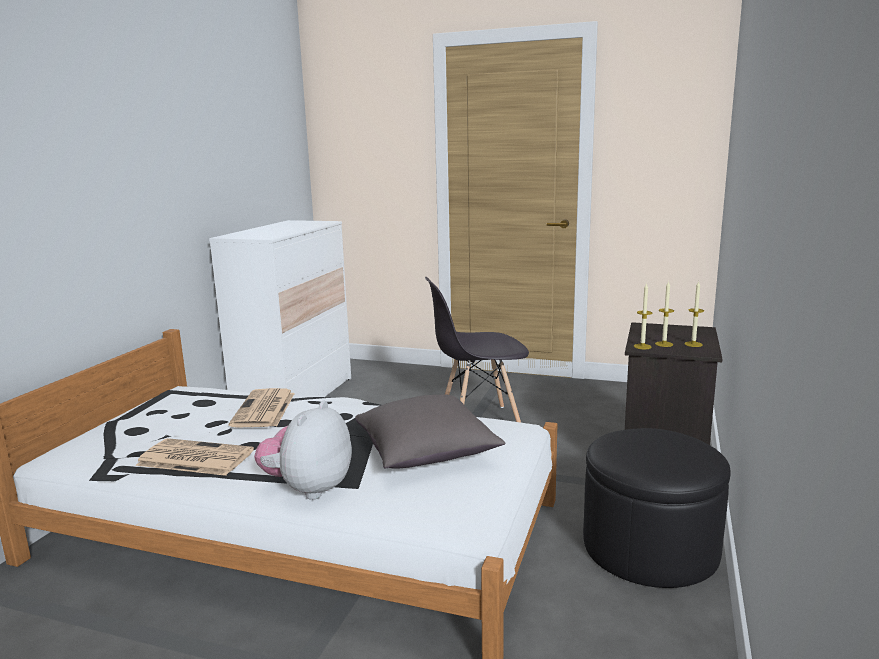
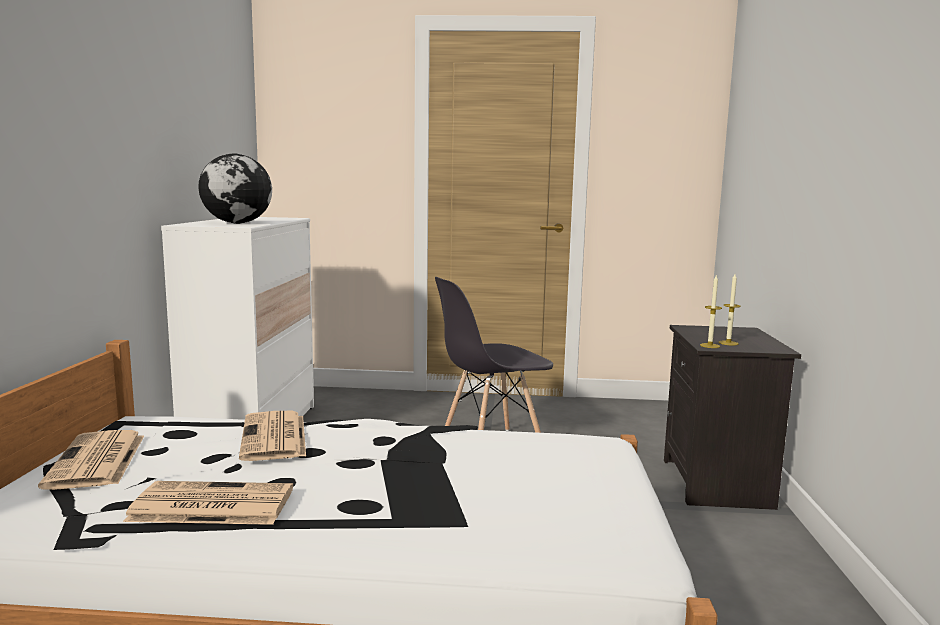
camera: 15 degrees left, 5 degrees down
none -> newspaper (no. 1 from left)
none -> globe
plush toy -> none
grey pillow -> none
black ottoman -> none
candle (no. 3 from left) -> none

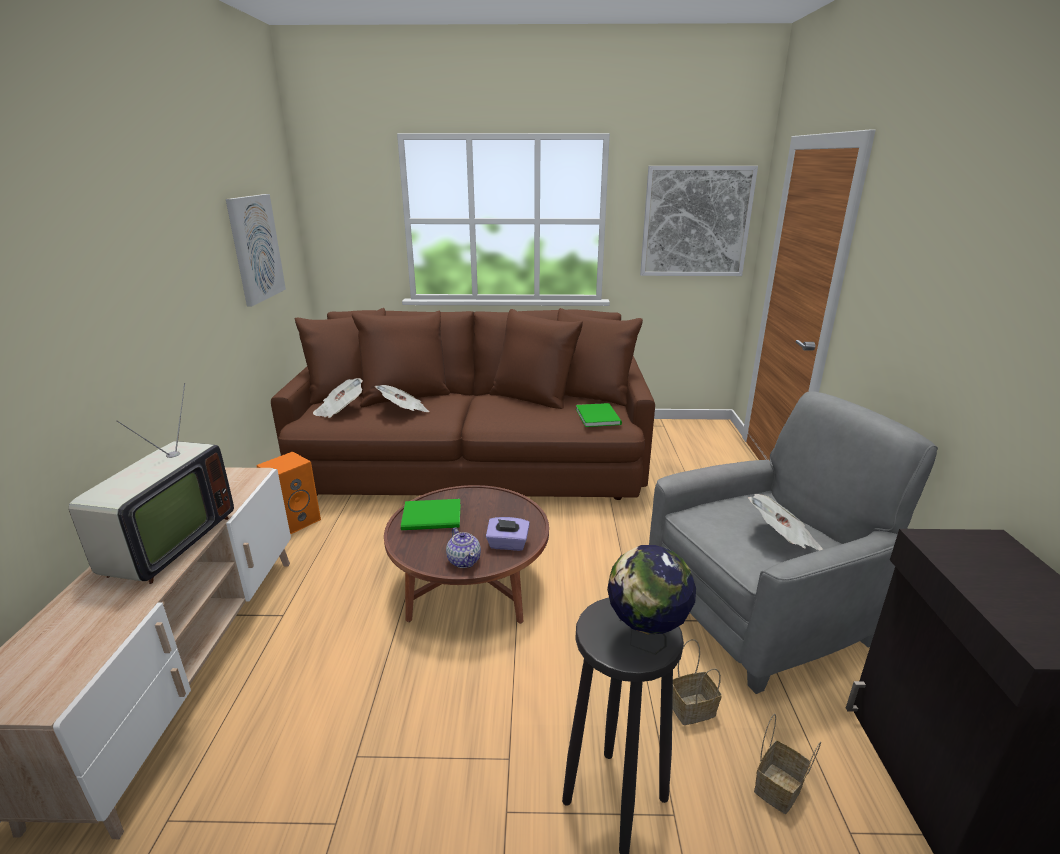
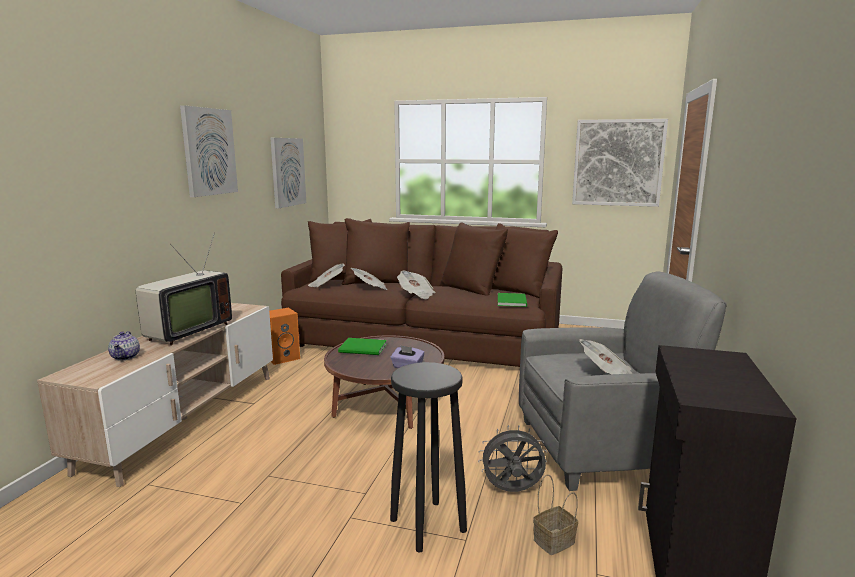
camera: 15 degrees right, 10 degrees down
teapot, shifted
none -> picture (no. 1 from left)
none -> newspaper (no. 3 from left)
basket (no. 1 from left) -> grey fan
globe -> none

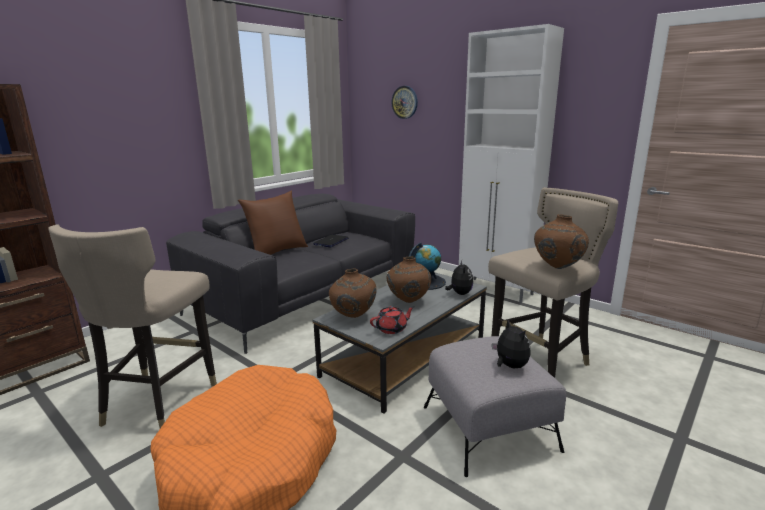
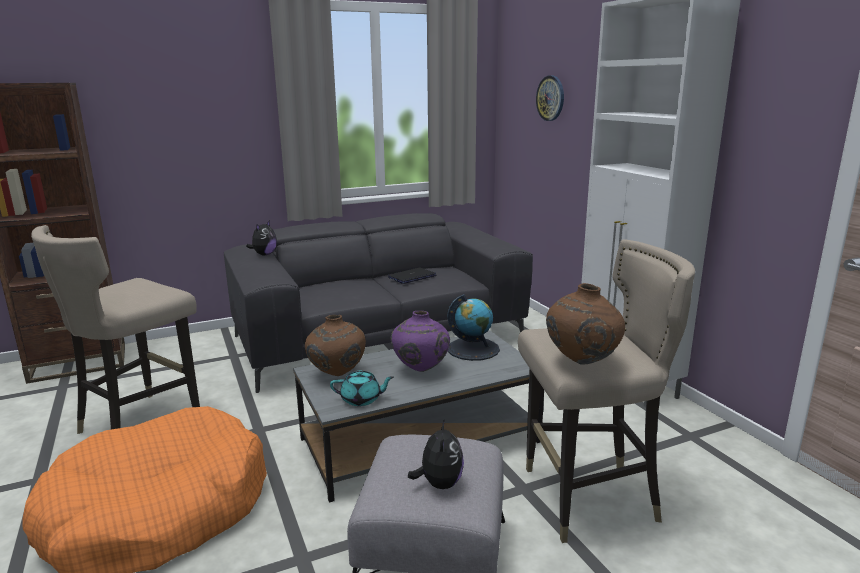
camera: 25 degrees right, 0 degrees up
plush toy (no. 1 from left), shifted
red teapot -> turquoise teapot
brown vase (no. 2 from left) -> purple vase
brown pillow -> none

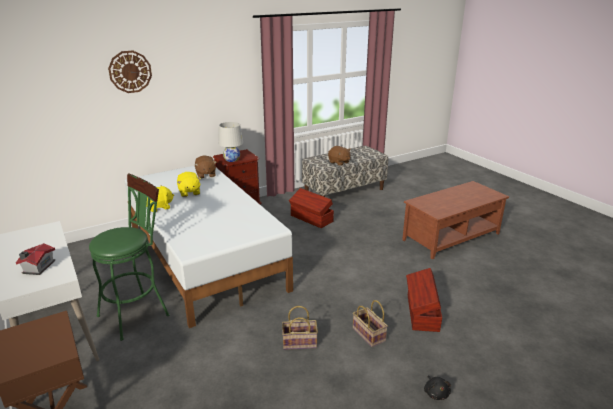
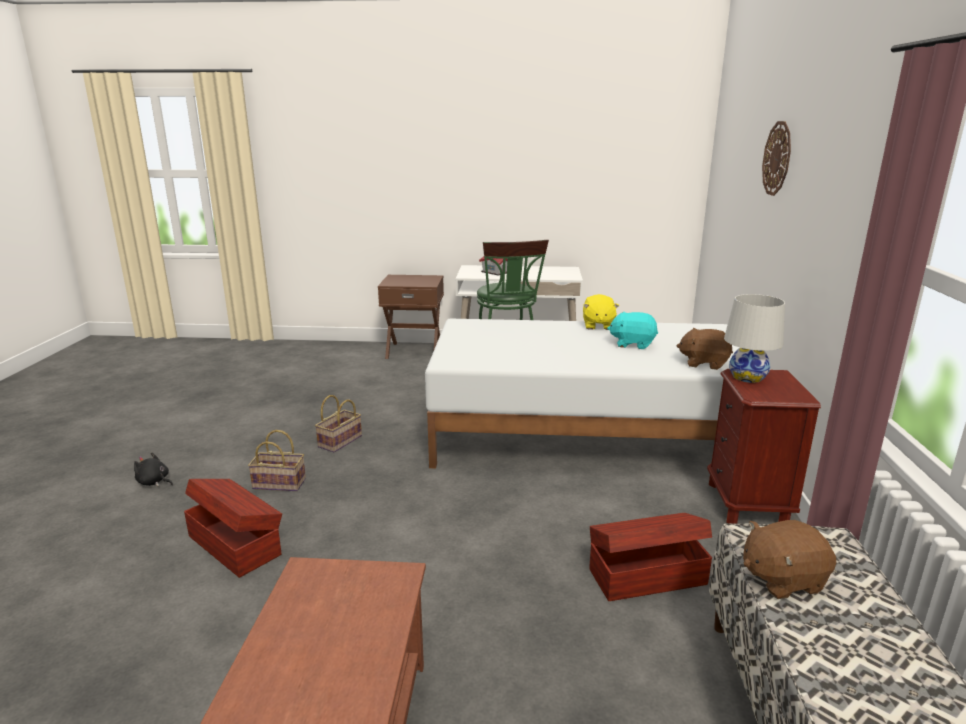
camera: 125 degrees right, 5 degrees down
yellow plush toy (no. 2 from left) -> turquoise plush toy

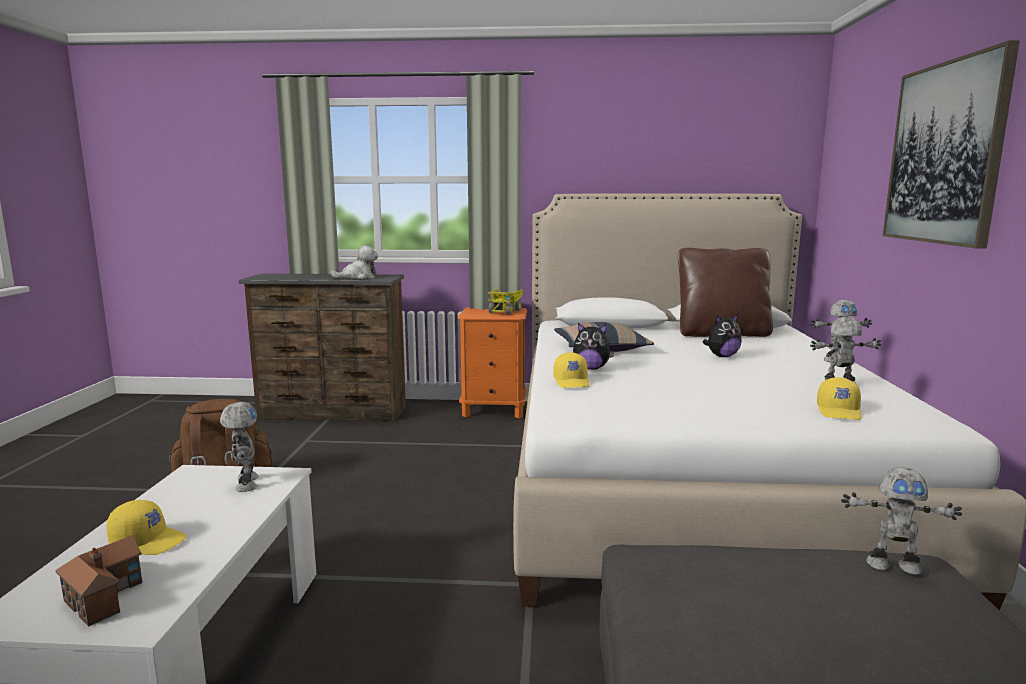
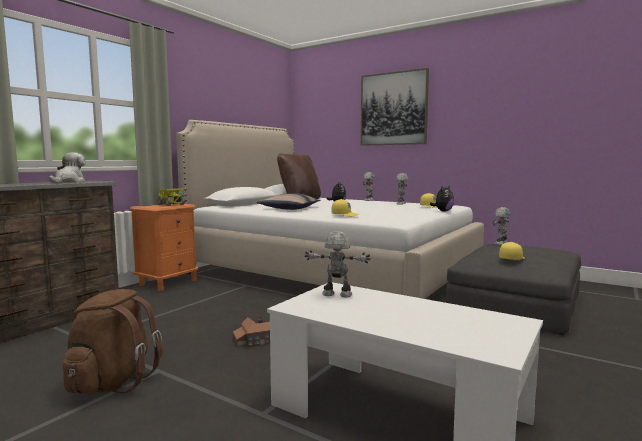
camera: 60 degrees left, 5 degrees down
toy house, shifted
plush toy (no. 2 from left in the first image) -> plush toy (no. 3 from left), shifted
yellow cap (no. 1 from left in the first image) -> yellow cap (no. 3 from left), shifted

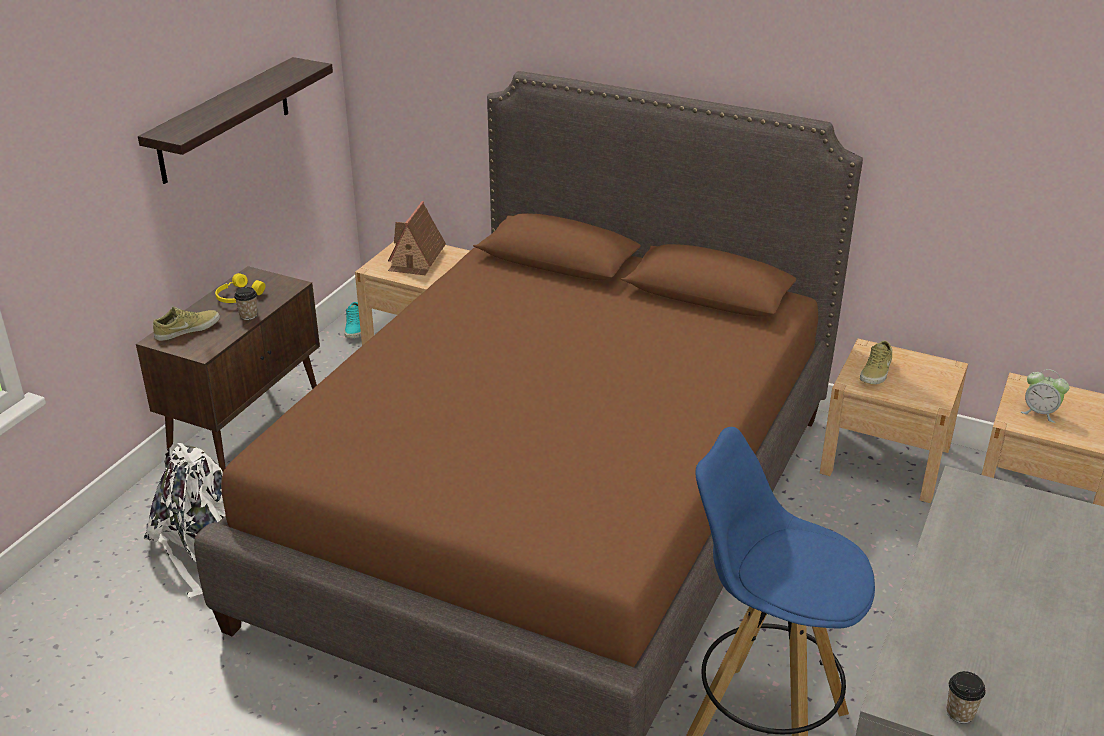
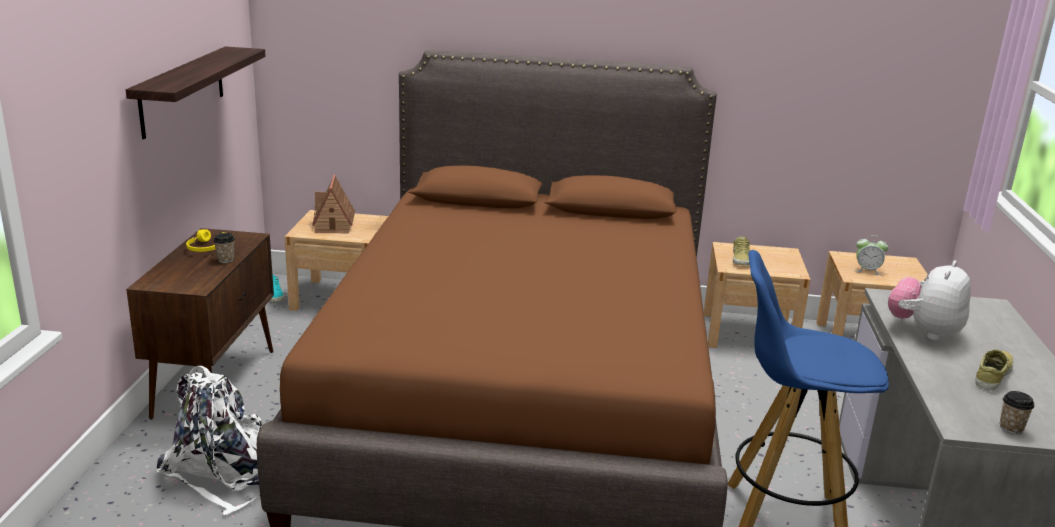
camera: 20 degrees left, 10 degrees down
none -> plush toy
beige shoe (no. 1 from left in the first image) -> beige shoe (no. 2 from left), shifted

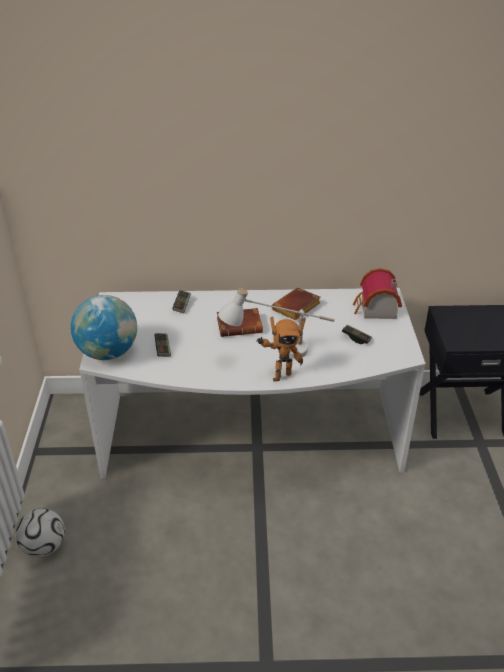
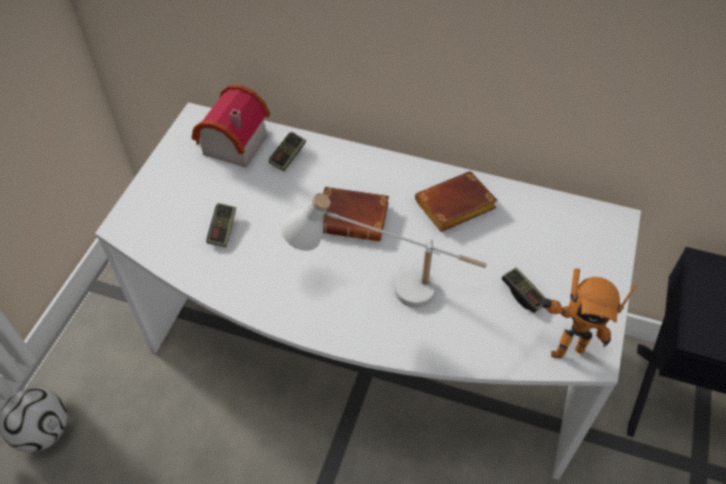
camera: 20 degrees right, 15 degrees up
toy house, shifted
toy robot, shifted
globe -> none

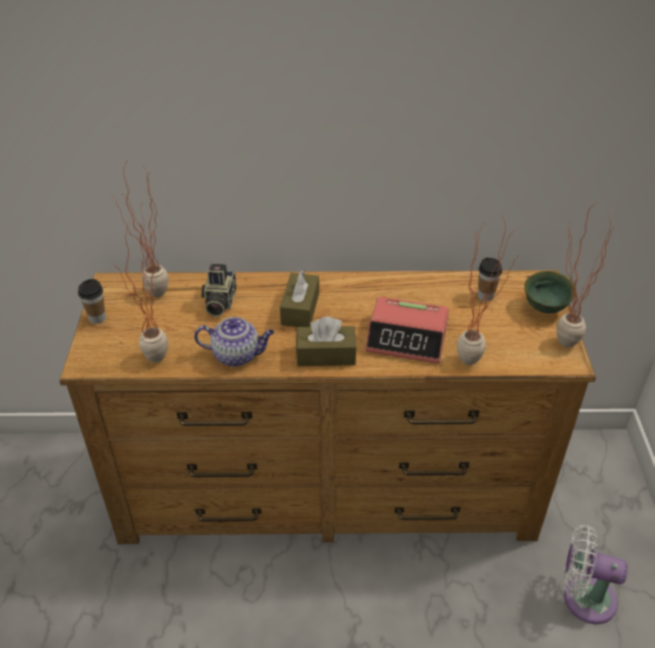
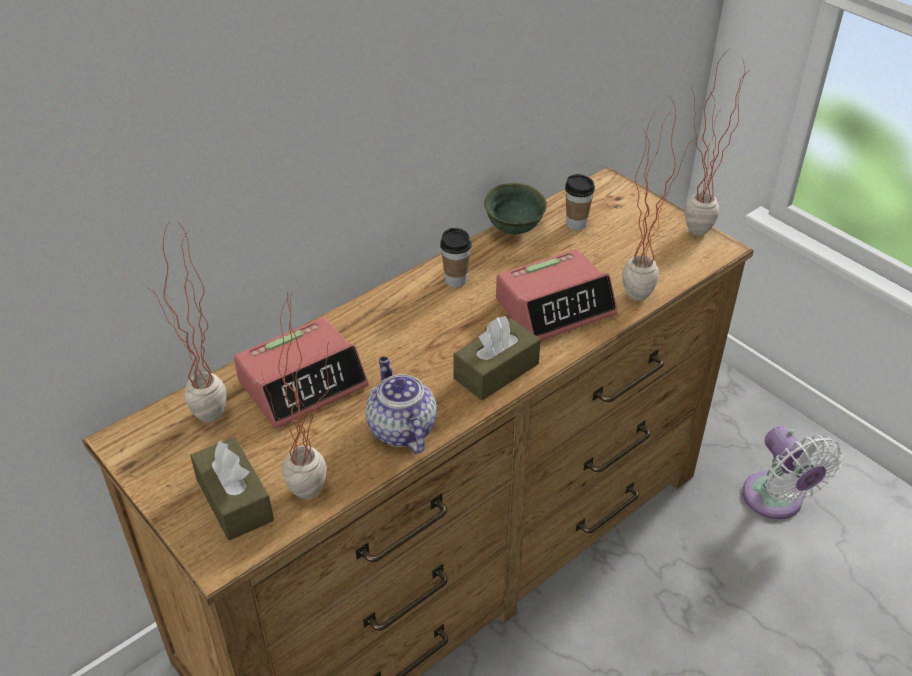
camera: 40 degrees left, 0 degrees up
brown tissue box (no. 1 from left), shifted
photo camera -> alarm clock (no. 1 from left)
teapot, 75 degrees counterclockwise
cup (no. 1 from left), shifted
green bowl, shifted
white fan, 90 degrees counterclockwise

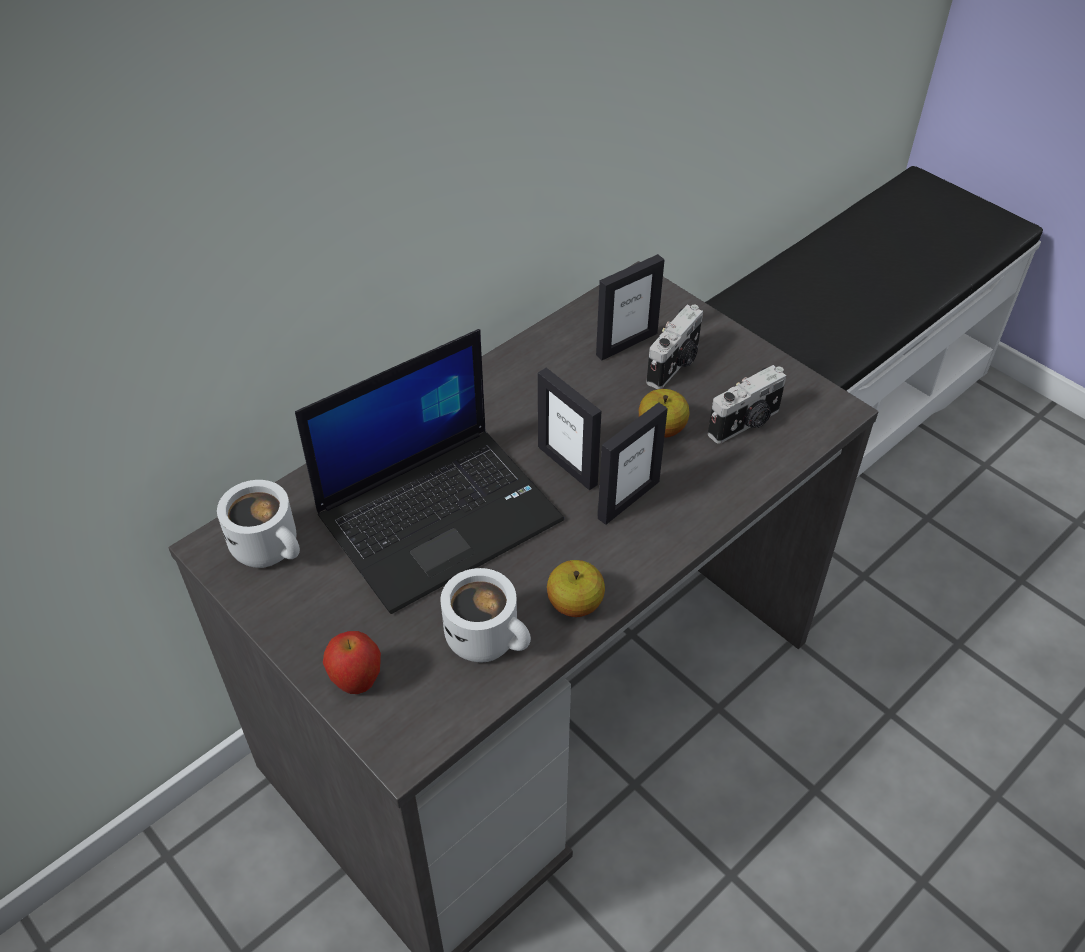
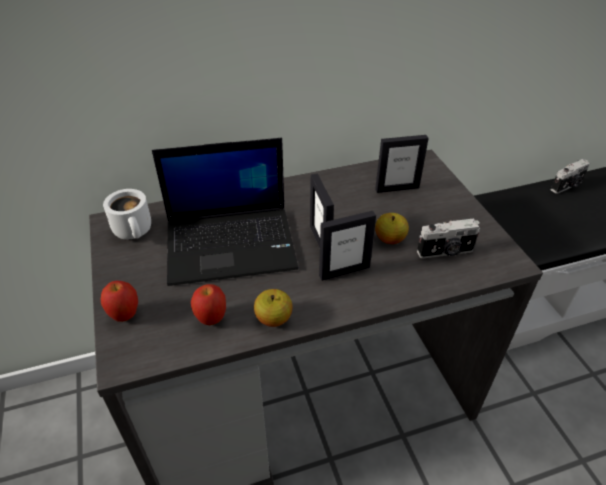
camera: 25 degrees right, 5 degrees down
white mug (no. 2 from left) -> apple (no. 2 from left)
photo camera (no. 1 from left in the first image) -> photo camera (no. 2 from left), shifted

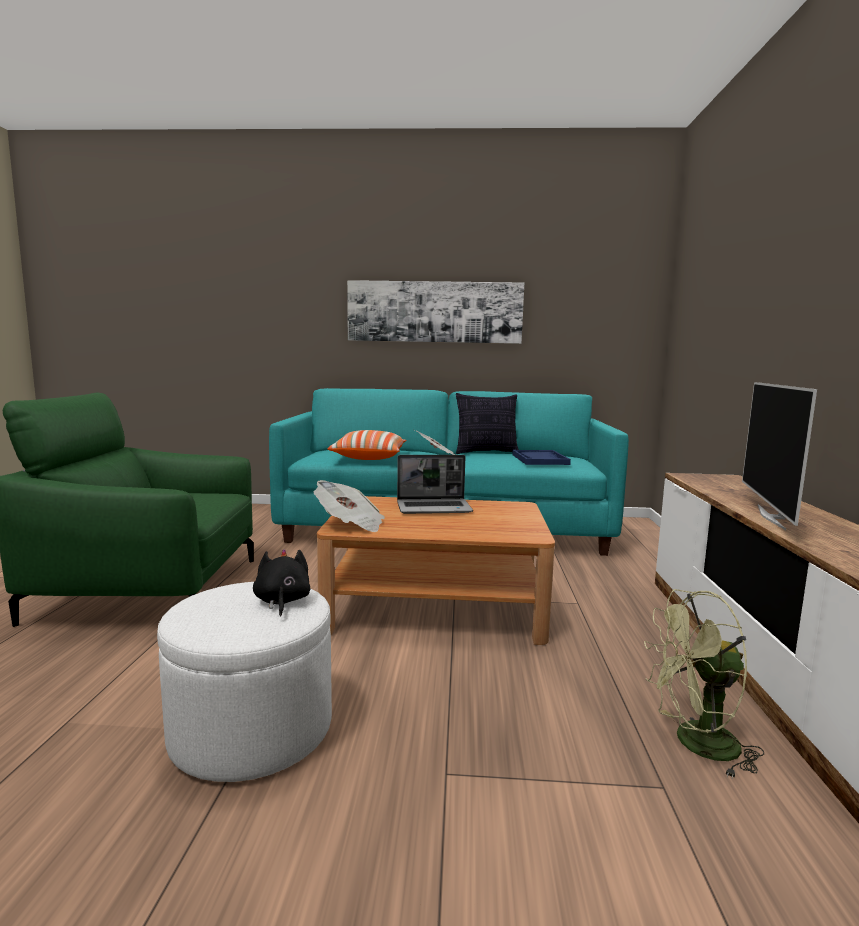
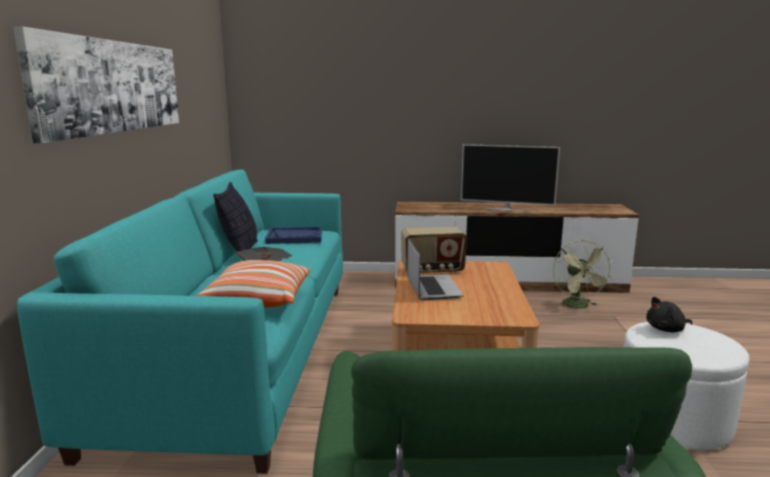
camera: 90 degrees left, 5 degrees up
none -> radio
newspaper (no. 1 from left) -> none

